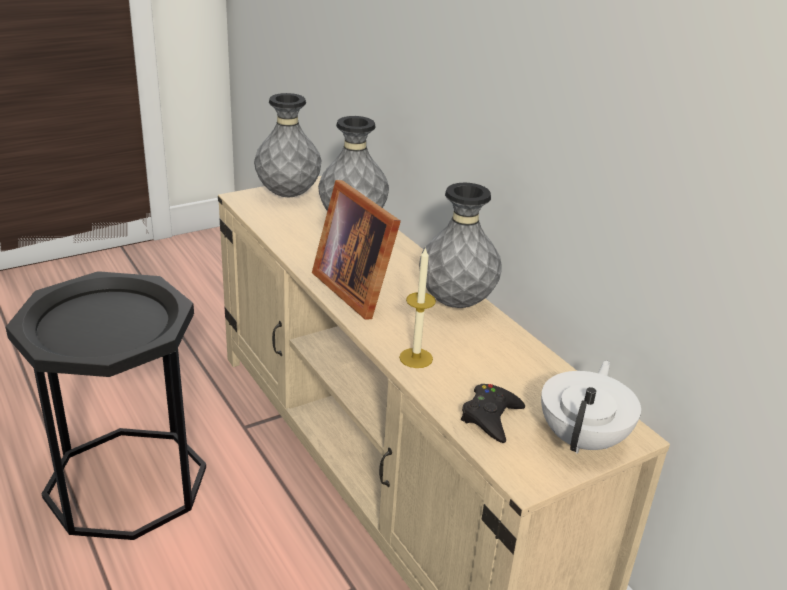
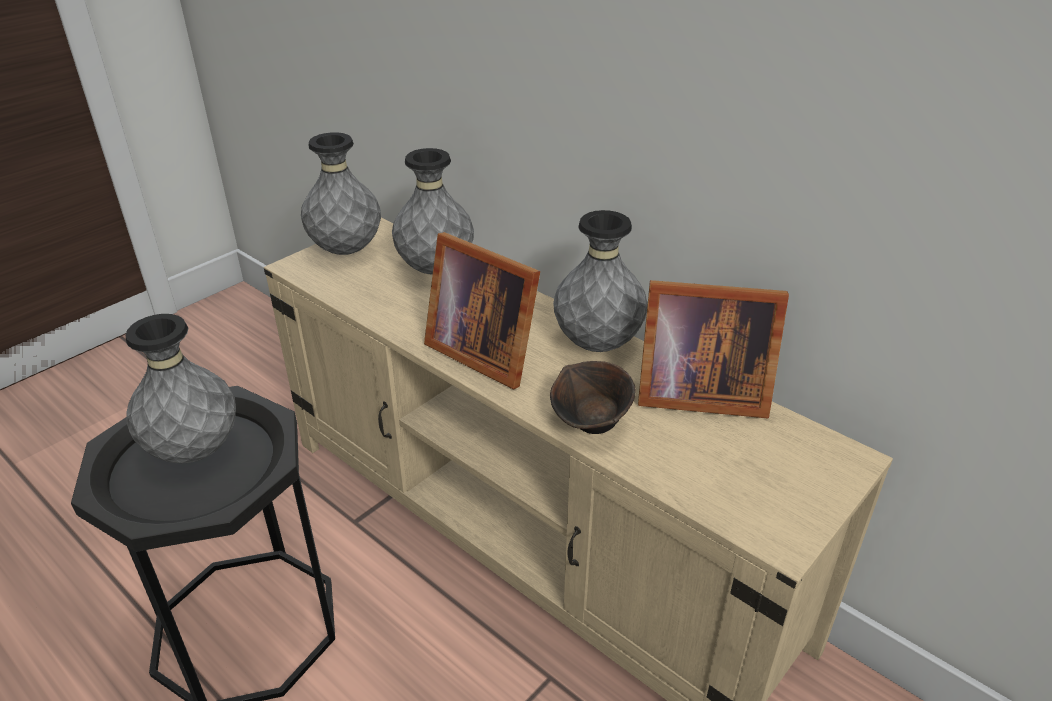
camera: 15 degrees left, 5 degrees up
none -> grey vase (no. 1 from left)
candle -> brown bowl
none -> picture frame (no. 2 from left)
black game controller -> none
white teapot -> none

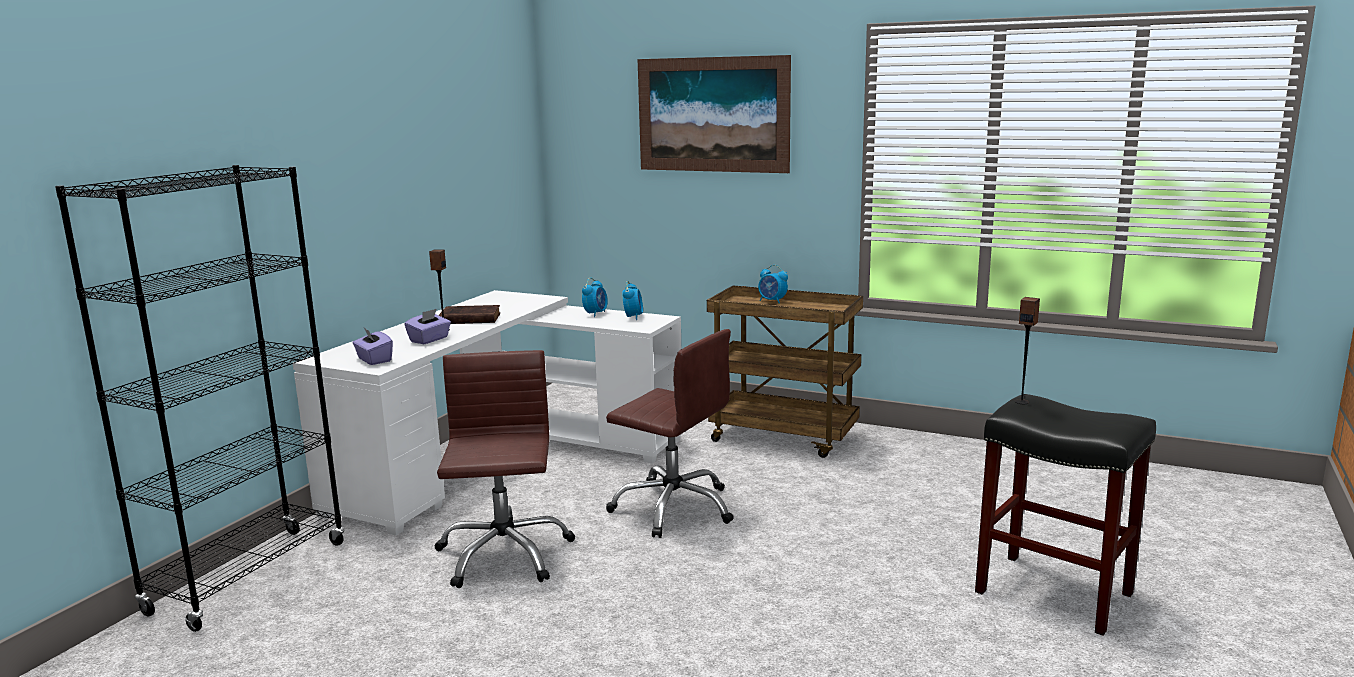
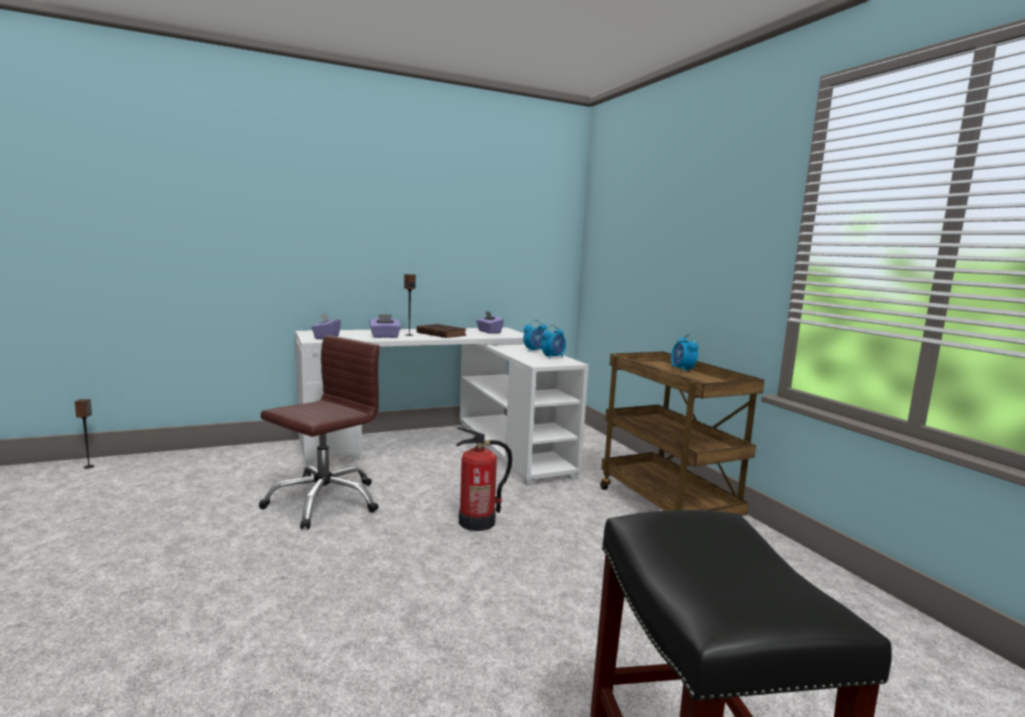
camera: 40 degrees right, 5 degrees down
speaker (no. 2 from left in the first image) -> speaker (no. 1 from left), shifted
brown office chair (no. 2 from left) -> fire extinguisher
none -> purple tissue box (no. 3 from left)
black bookcase -> none
picture -> none

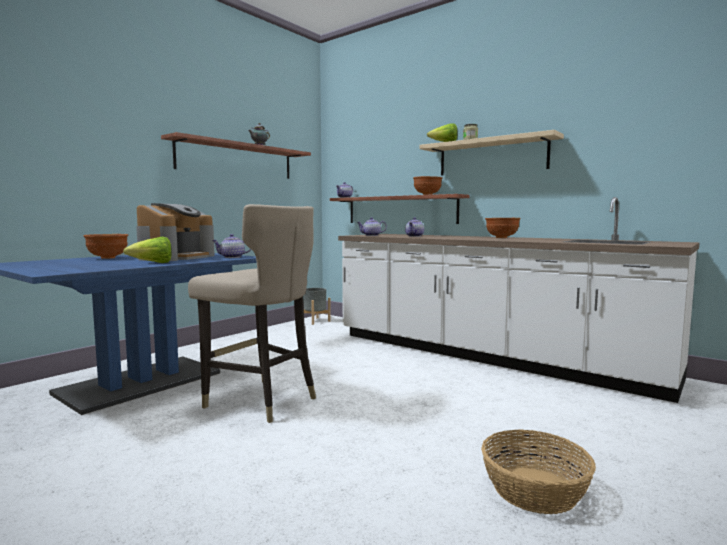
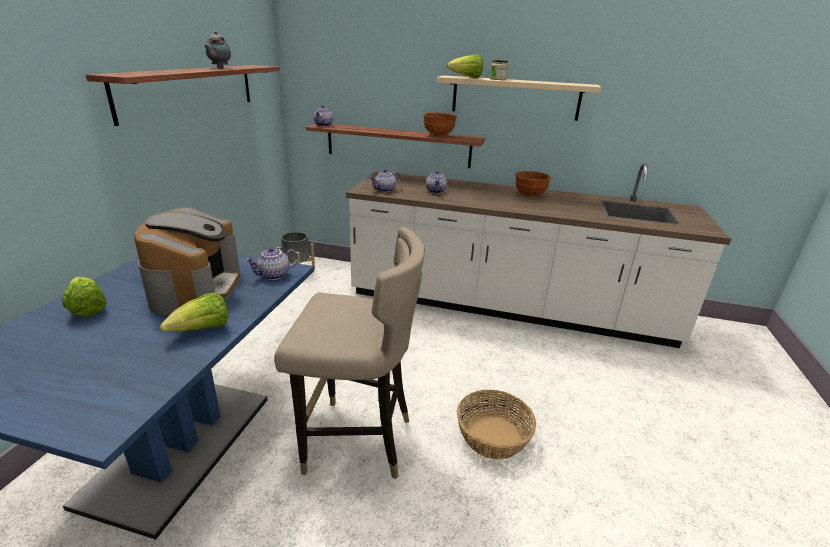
camera: 25 degrees left, 20 degrees up
brown bowl (no. 1 from left) -> lettuce (no. 1 from left)
basket, shifted

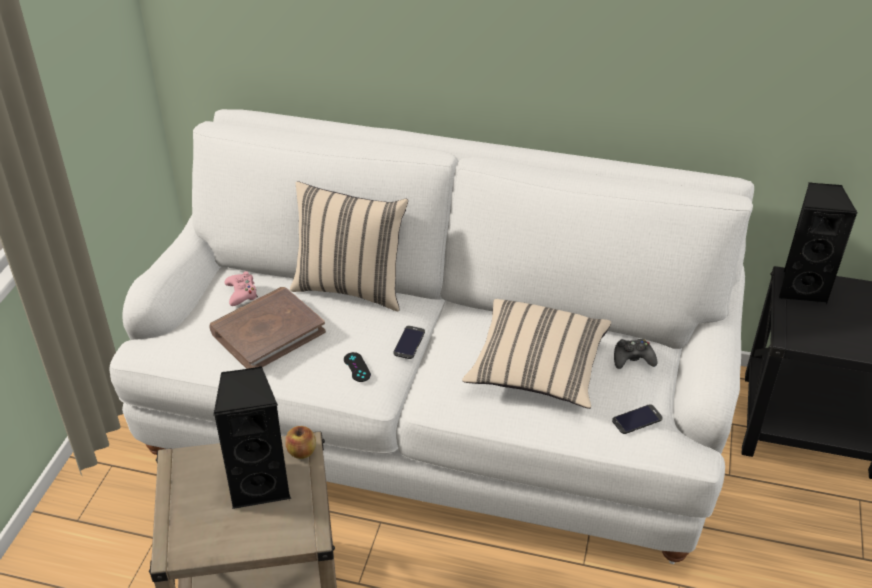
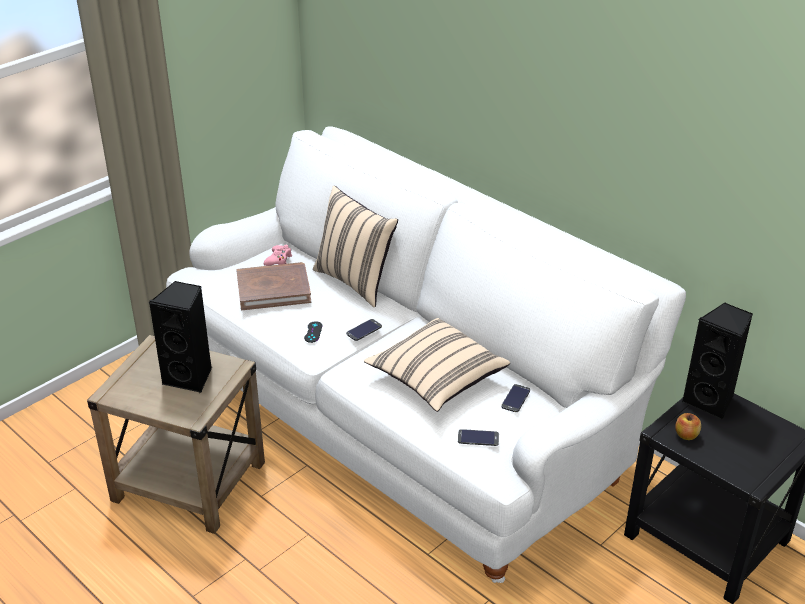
camera: 30 degrees right, 5 degrees down
black game controller (no. 2 from left) -> phone (no. 3 from left)
apple, shifted

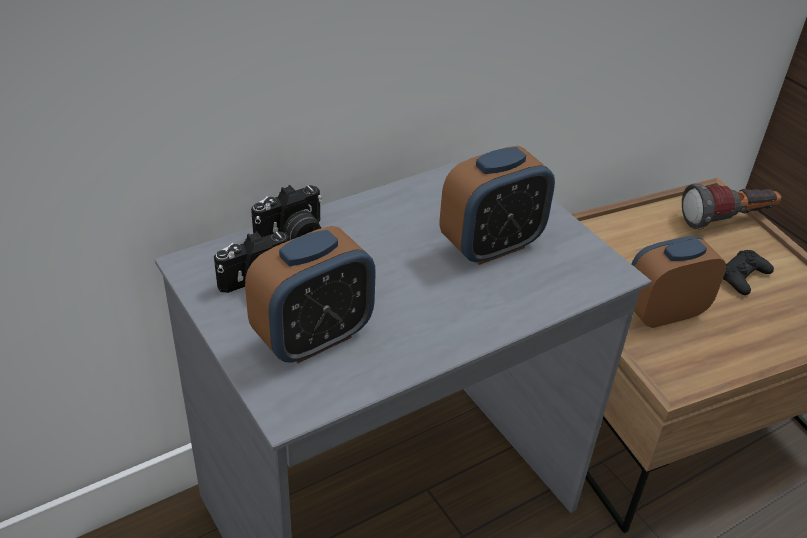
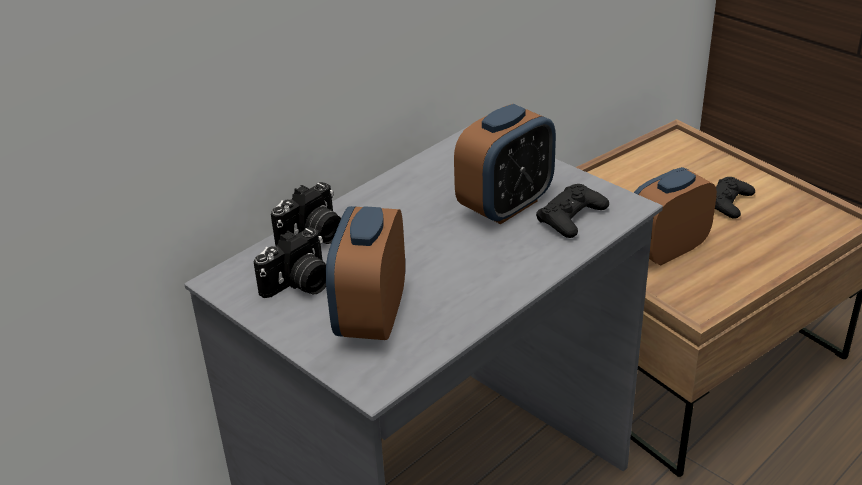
camera: 10 degrees left, 5 degrees down
alarm clock (no. 1 from left), 150 degrees clockwise
none -> black game controller (no. 1 from left)
flashlight -> none

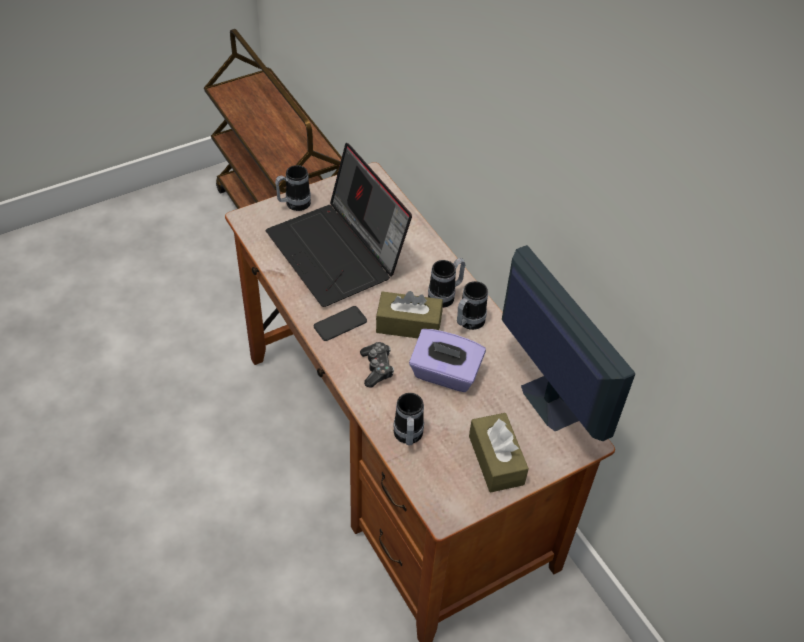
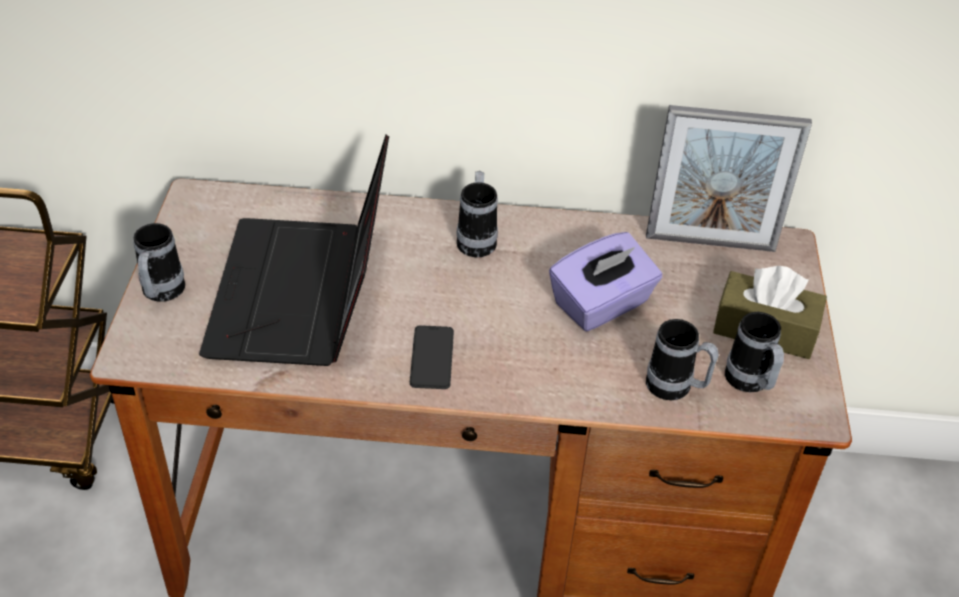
camera: 55 degrees left, 5 degrees down
laptop, 90 degrees clockwise
monitor -> picture frame
mug (no. 4 from left), shifted
game controller -> none
brown tissue box (no. 1 from left) -> none

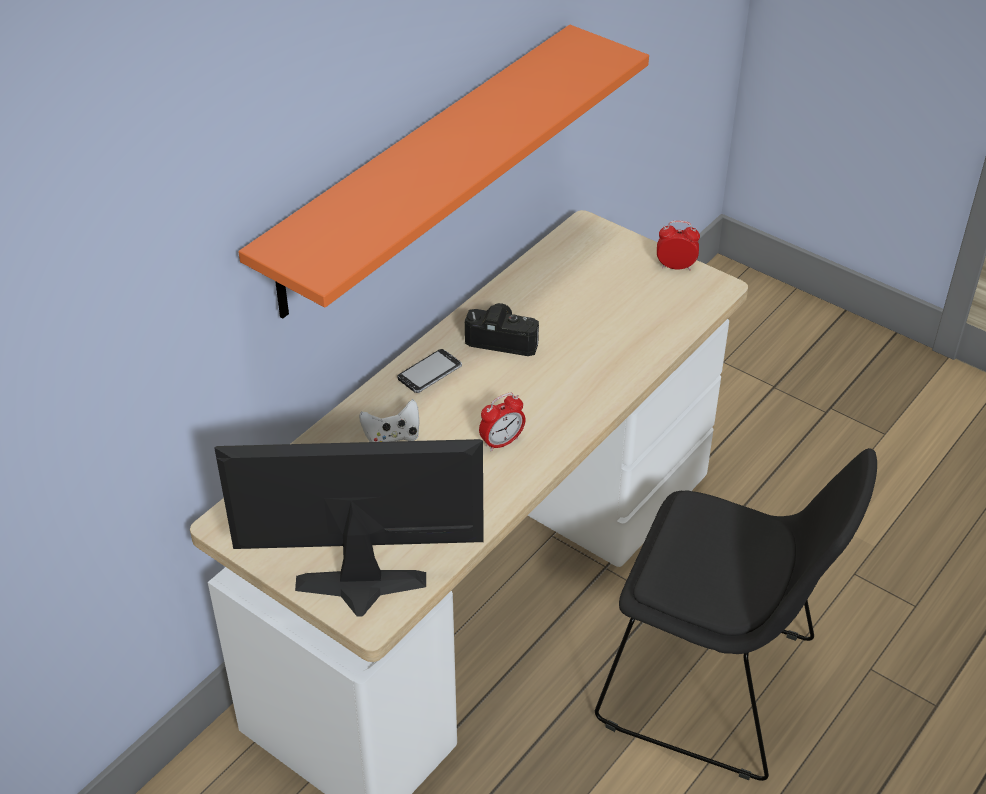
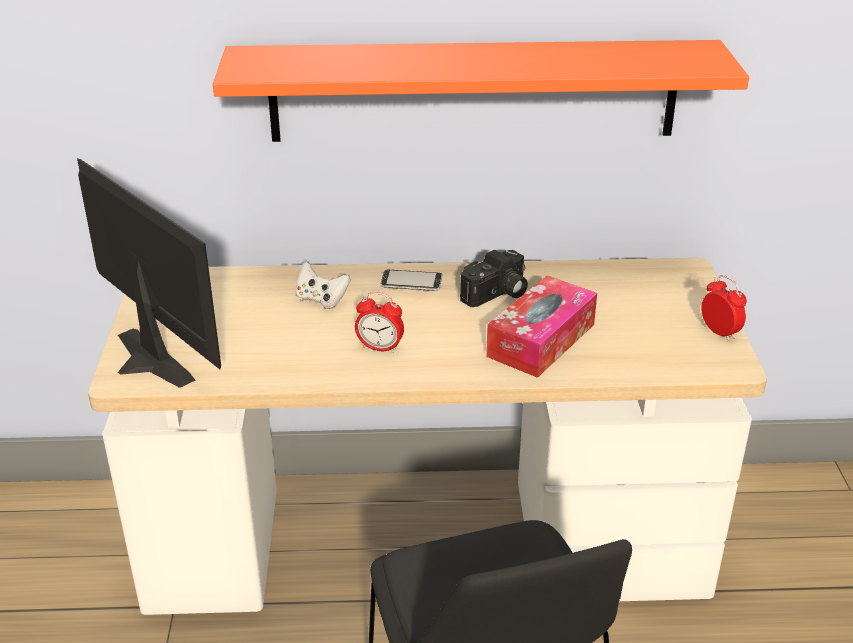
camera: 50 degrees right, 10 degrees down
photo camera, 75 degrees clockwise
none -> tissue box

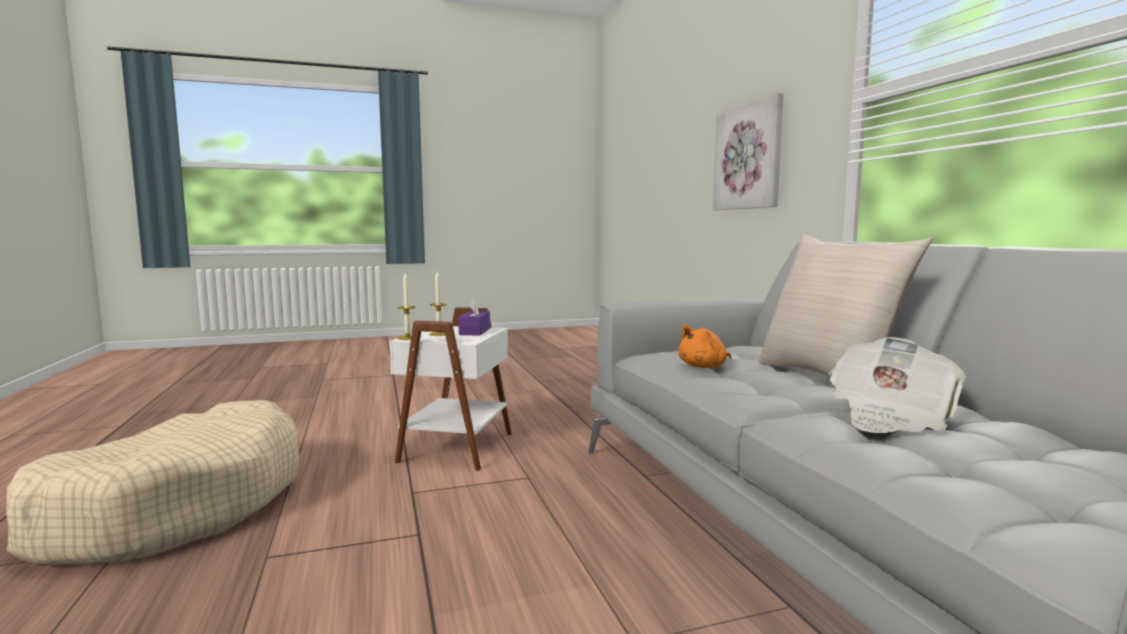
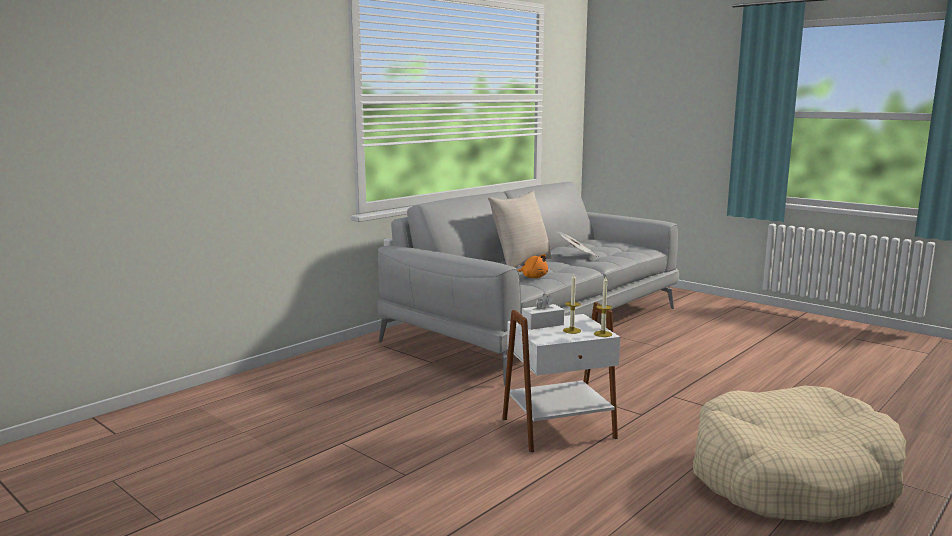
camera: 120 degrees left, 5 degrees up
purple tissue box -> white tissue box
picture -> none

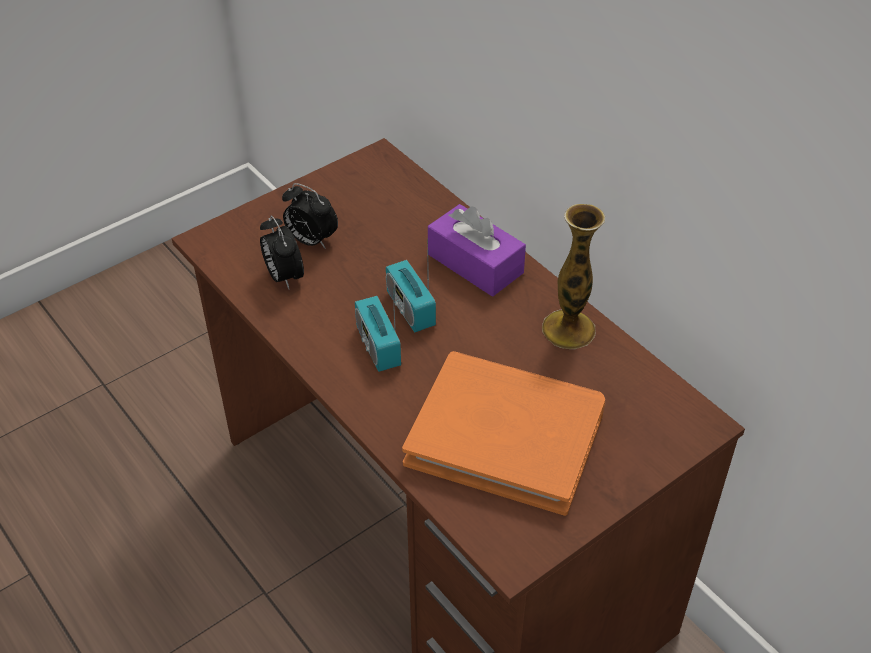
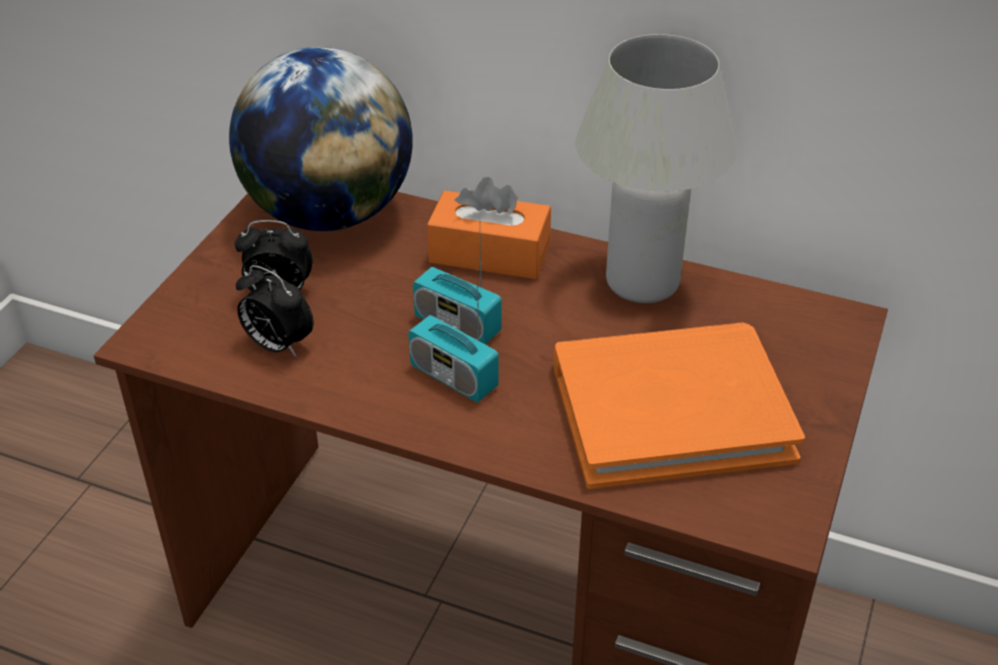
camera: 30 degrees left, 5 degrees down
none -> globe
purple tissue box -> orange tissue box
vase -> white table lamp

